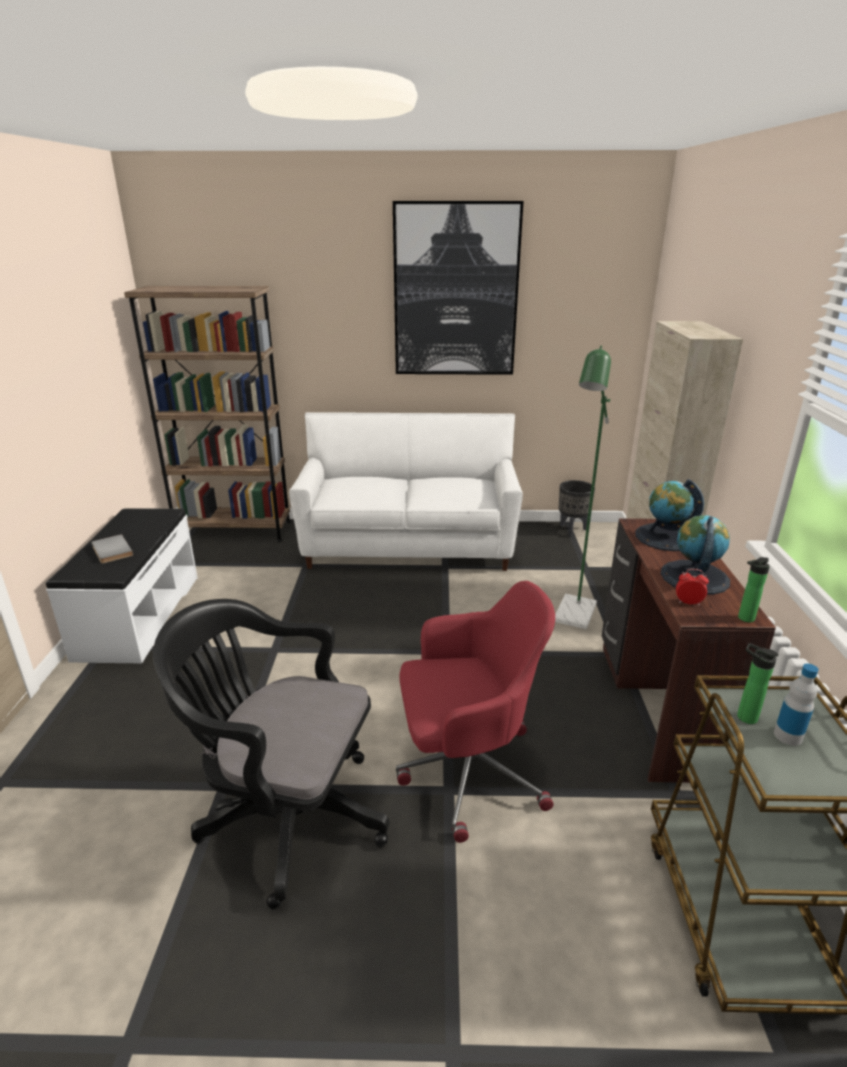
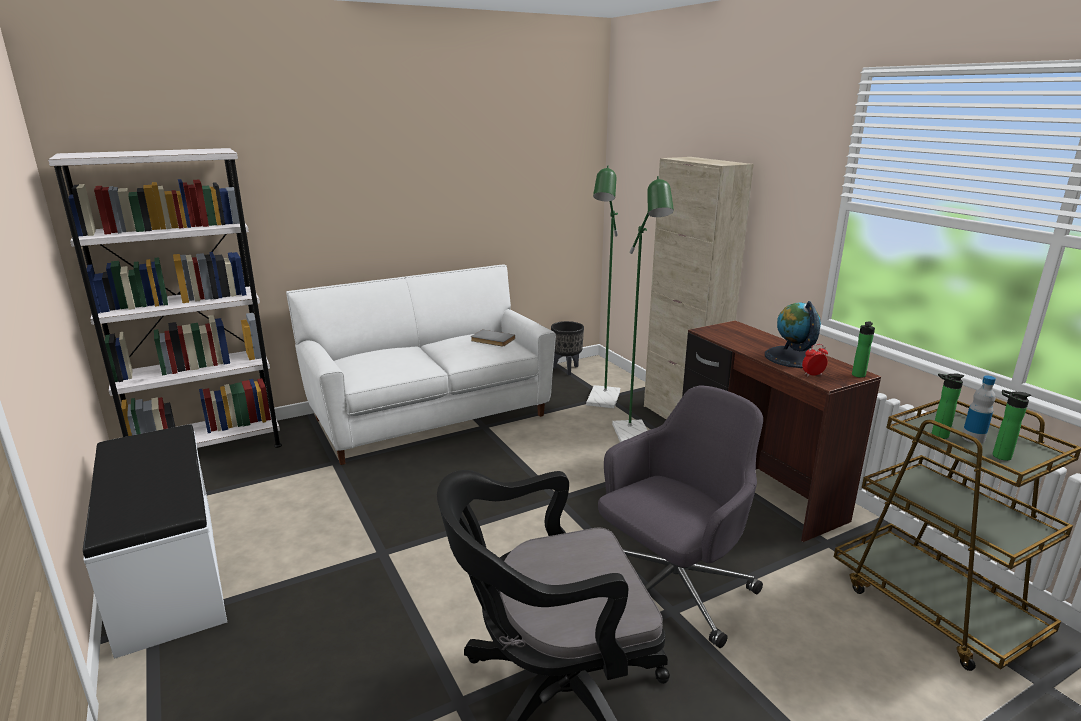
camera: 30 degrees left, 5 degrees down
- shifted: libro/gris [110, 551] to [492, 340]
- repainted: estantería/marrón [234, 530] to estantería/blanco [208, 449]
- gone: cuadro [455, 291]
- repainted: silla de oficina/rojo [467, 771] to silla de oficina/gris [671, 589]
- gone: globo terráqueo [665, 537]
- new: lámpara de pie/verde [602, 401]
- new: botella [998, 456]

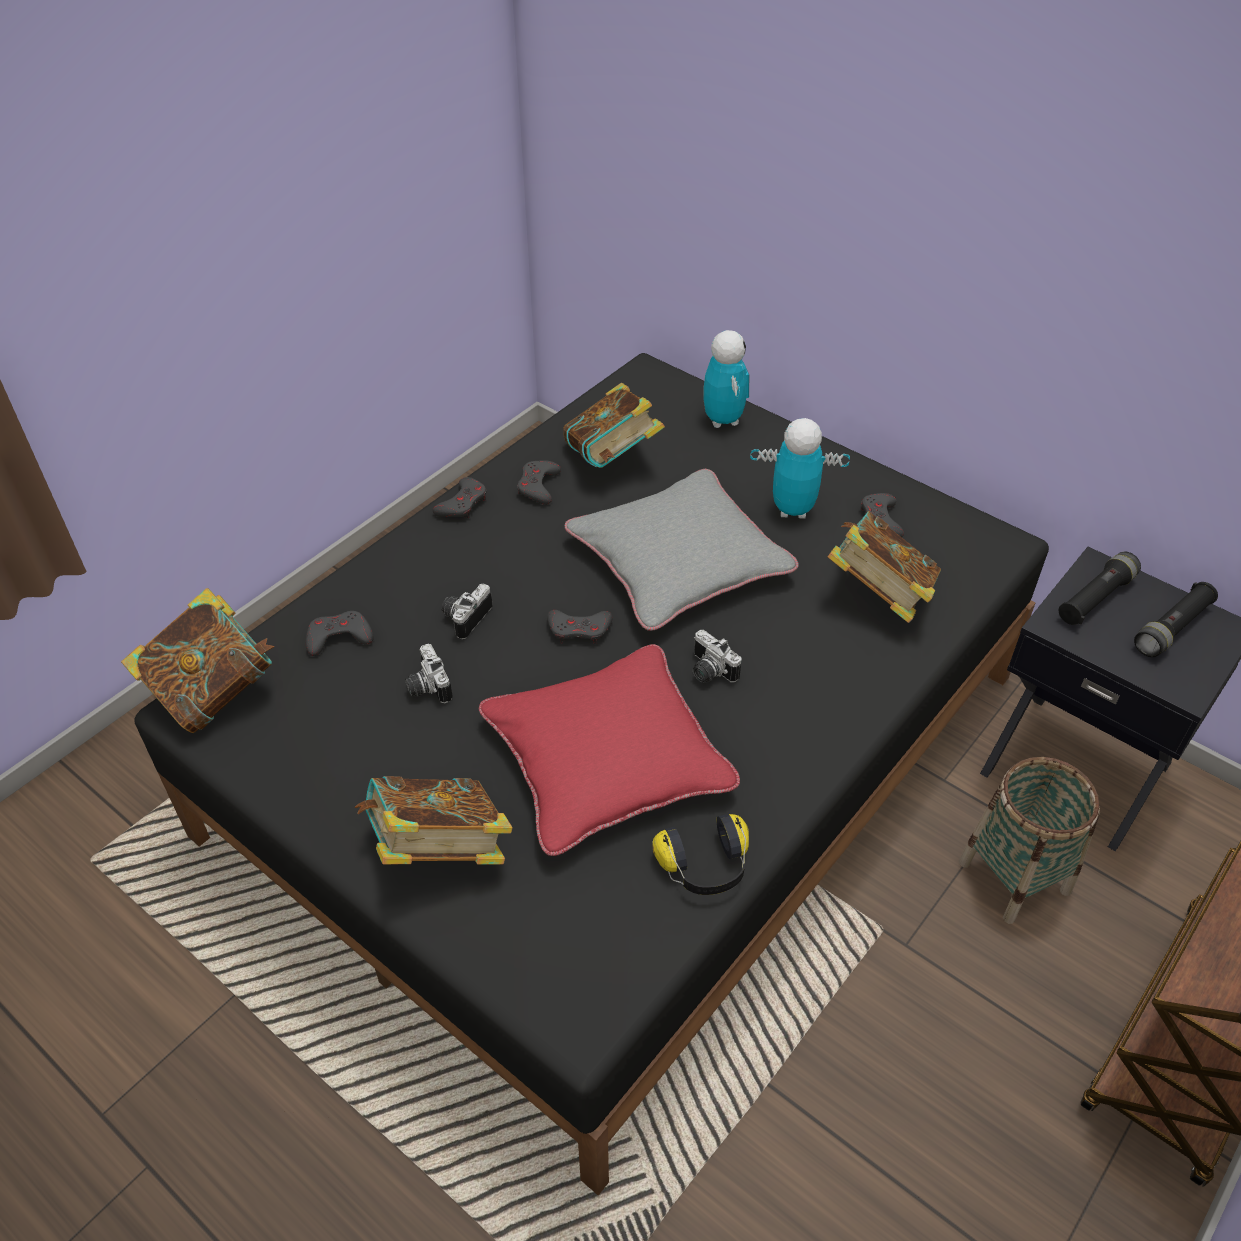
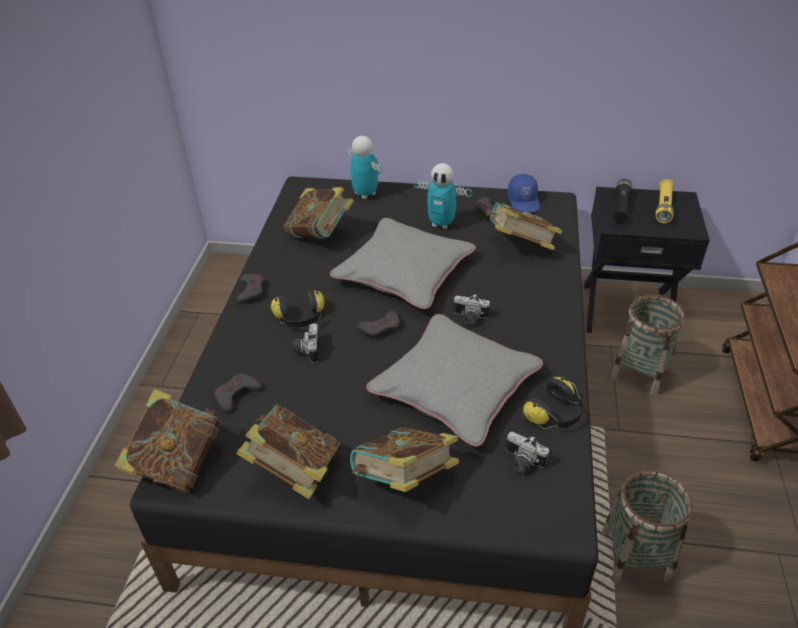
camera: 30 degrees left, 5 degrees down
- shifted: cámara [426, 686] to [522, 462]
- repainted: cojín/rojo [606, 758] to cojín/gris [455, 385]
- gone: mando de consola/gris [538, 486]
- rotated: robot de juguete [792, 510] = [441, 224] 135 degrees counterclockwise
- repainted: linterna/negro [1172, 628] to linterna/amarillo [663, 207]
- new: libro [294, 470]
- new: auriculares [300, 318]
- new: gorra/azul [524, 201]
- new: cesta [635, 556]

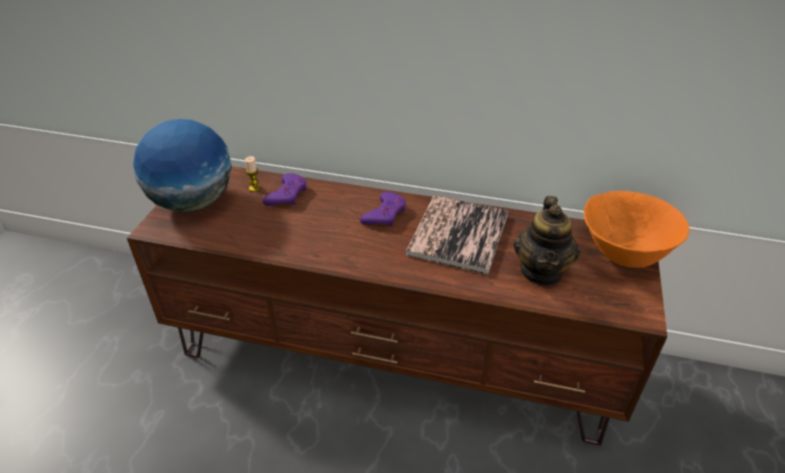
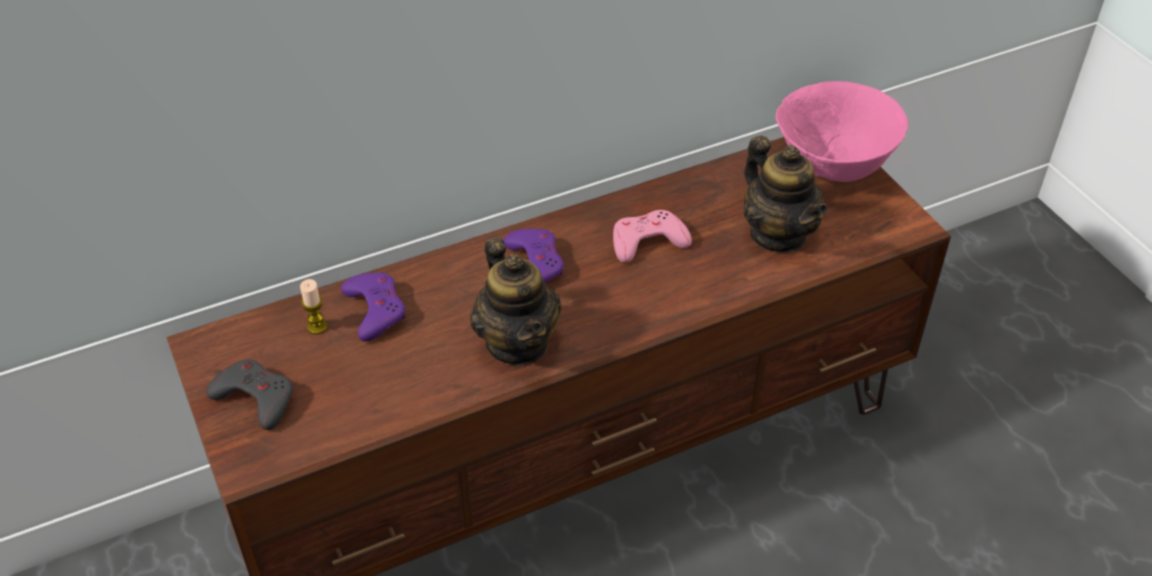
camera: 40 degrees left, 5 degrees up
- swapped: globo terráqueo [193, 202] to mando de consola/gris [255, 398]
- swapped: libro [458, 234] to mando de consola/rosa [647, 241]
- repainted: cuenco/naranja [623, 254] to cuenco/rosa [833, 167]
- new: tetera [518, 343]

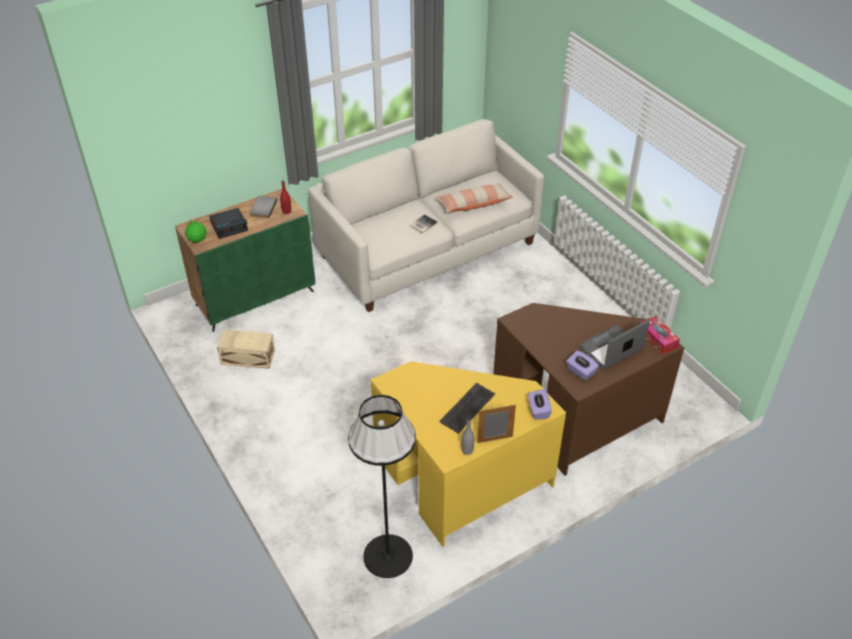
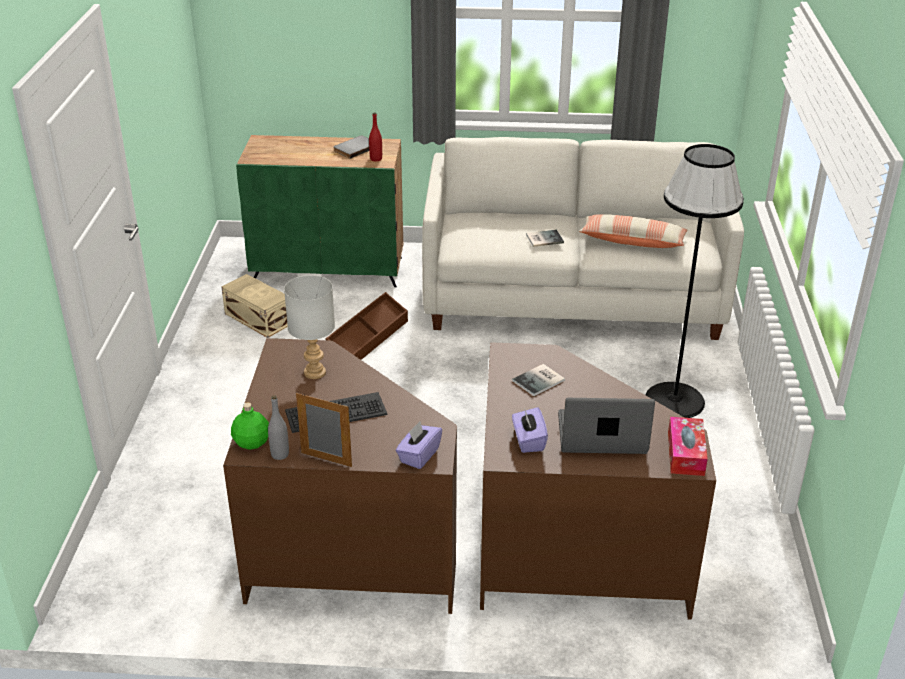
camera: 35 degrees right, 10 degrees down
- shifted: botella/verde [197, 239] to [252, 443]
- gone: despertador [229, 226]
- shifted: lámpara de pie/negro [388, 556] to [674, 400]
- repainted: escritorio/amarillo [461, 481] to escritorio/marrón [343, 547]
- new: lámpara de mesa/gris [314, 372]
- new: caja de almacenaje/marrón [367, 340]
- new: libro [540, 381]

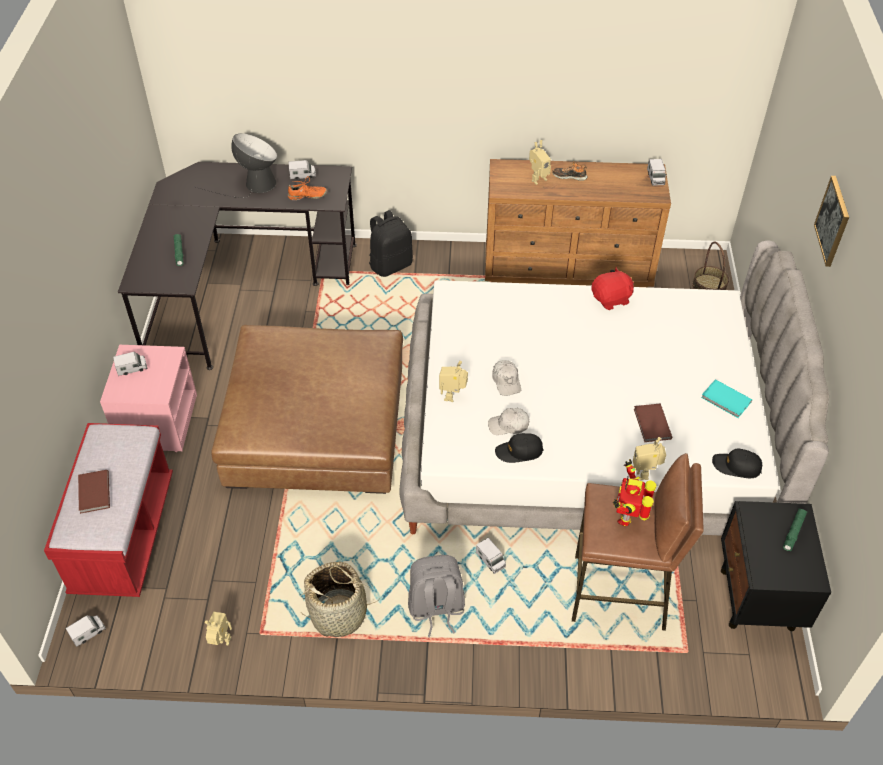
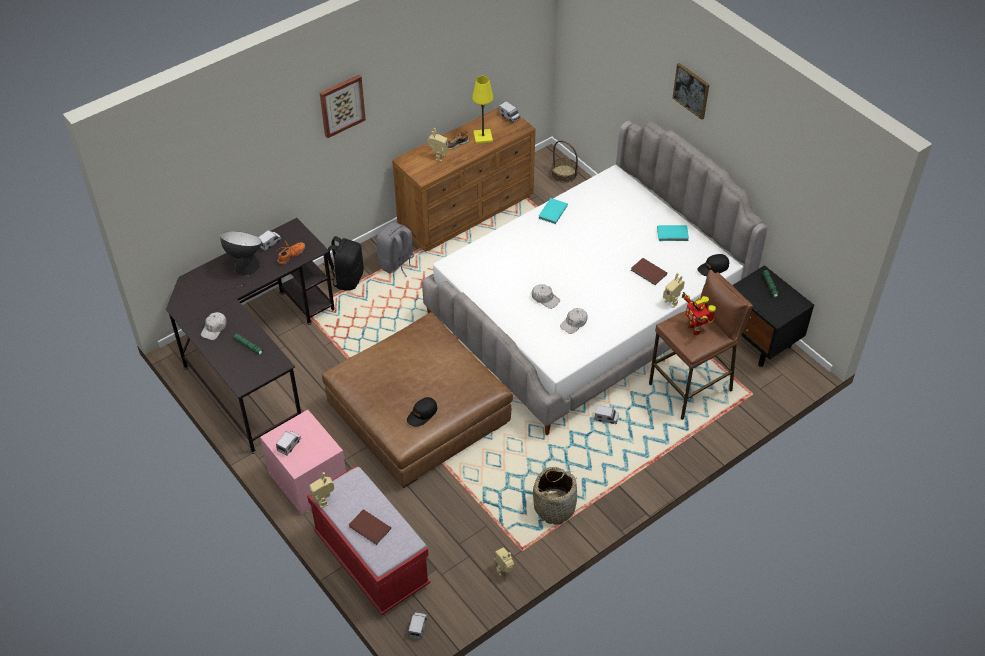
camera: 40 degrees left, 0 degrees up
- shifted: mochila/gris [436, 608] to [397, 264]
- shifted: robot de juguete [453, 396] to [324, 500]
- shifted: gorra/negro [519, 451] to [422, 414]
- swapped: peluche/rojo [611, 299] to libro/turquesa [552, 212]
- new: gorra/blanco [214, 328]
- new: cuadro [341, 105]
- new: lámpara de mesa/amarillo [483, 137]

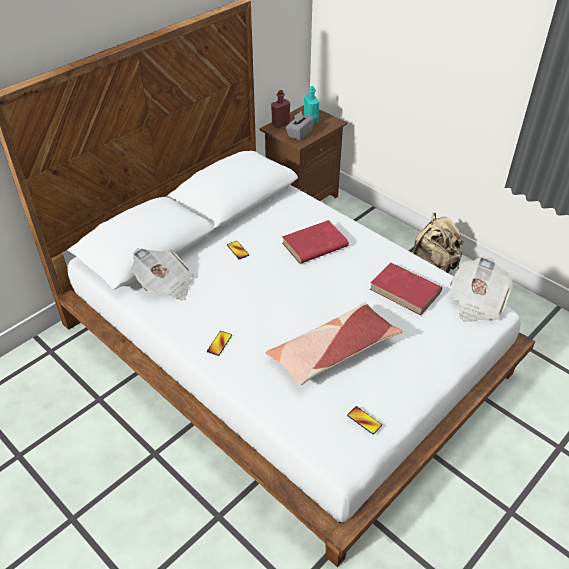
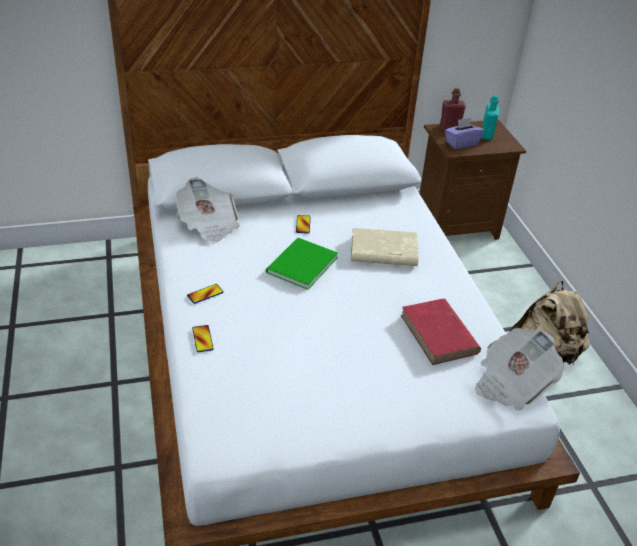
camera: 30 degrees right, 5 degrees down
- gone: cojín [333, 352]
- repainted: libro/rojo [314, 245] to libro/beis [383, 251]
- repainted: caja de pañuelos/gris [299, 134] to caja de pañuelos/morado [461, 143]
- shifted: móvil [364, 420] to [202, 339]
- new: libro/verde [299, 265]

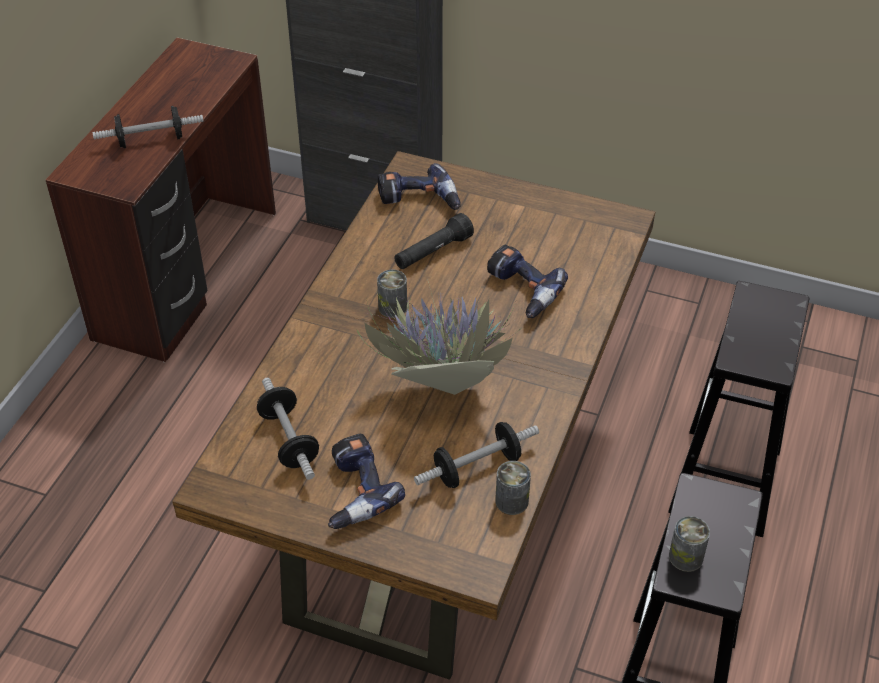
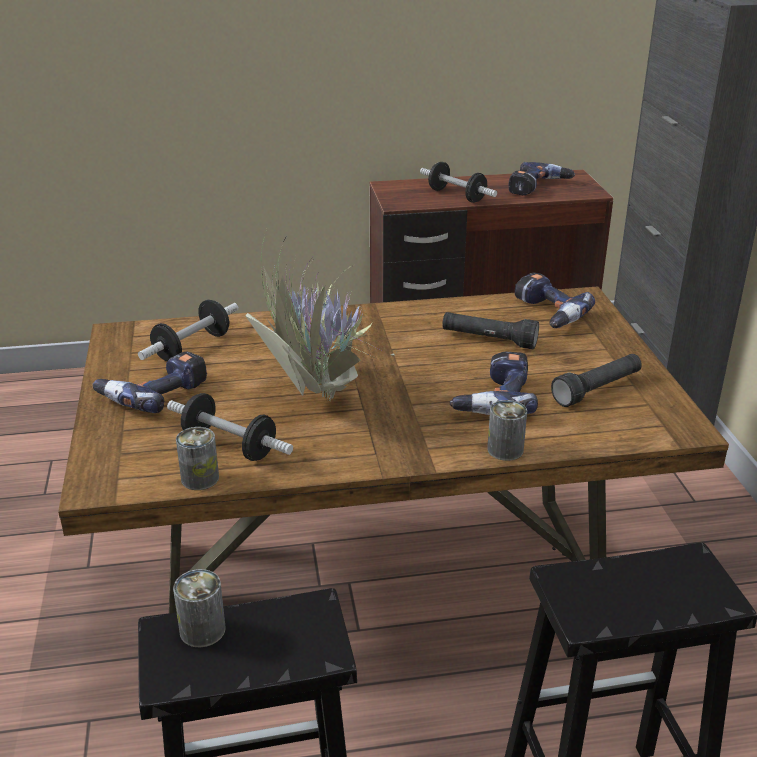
camera: 60 degrees right, 15 degrees down
- shifted: lata [392, 307] to [505, 450]
- new: taladro [538, 188]
- new: linterna/negro [597, 390]

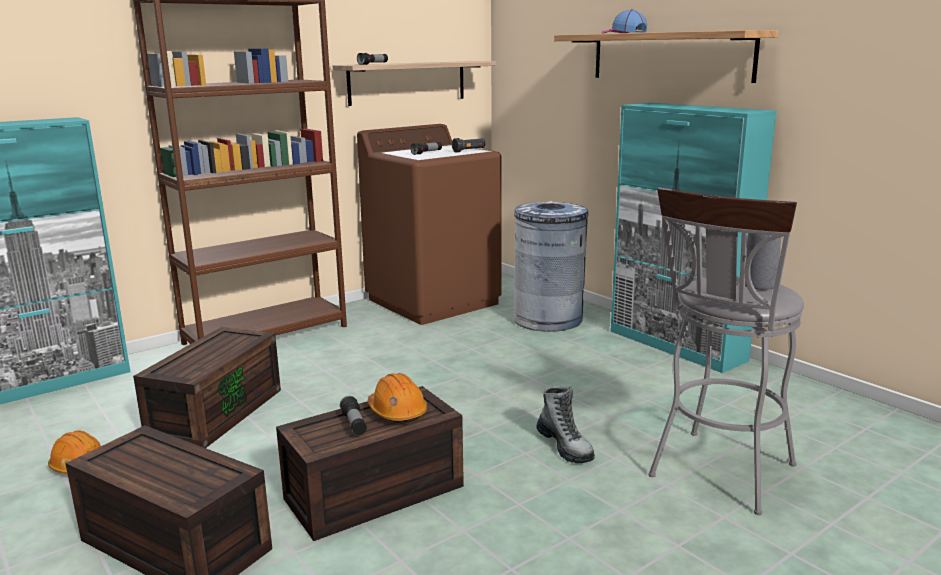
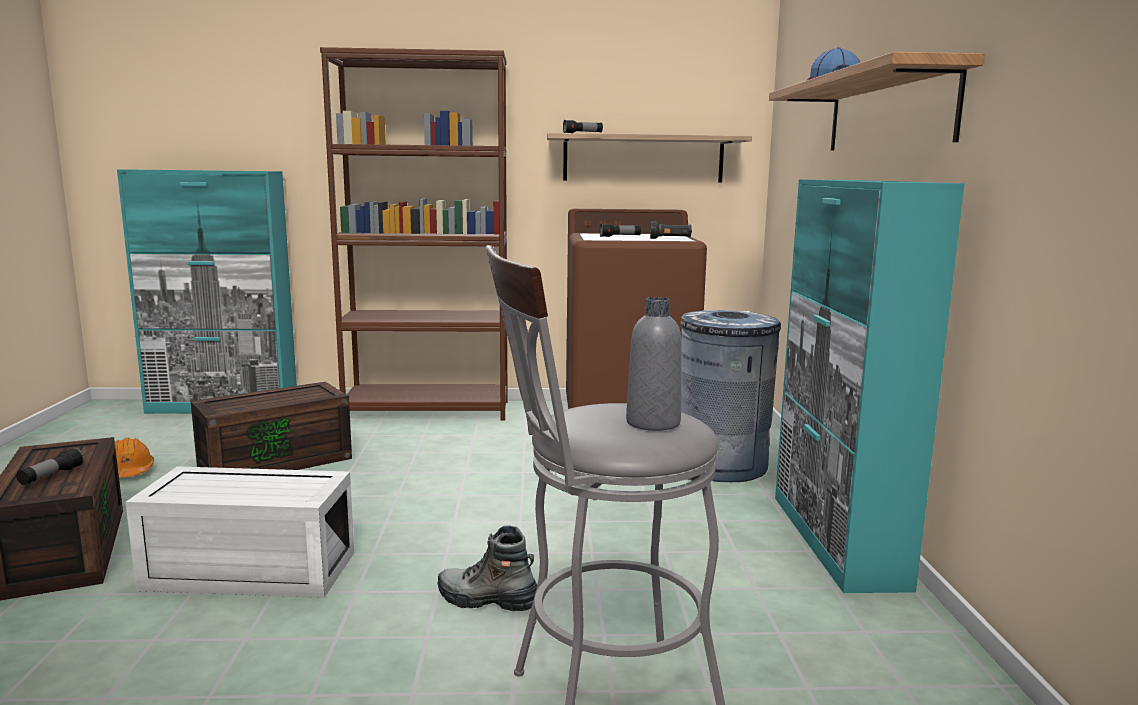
camera: 35 degrees right, 5 degrees down
- repainted: caja de almacenaje/marrón [373, 494] to caja de almacenaje/blanco [246, 572]
- shifted: linterna [354, 424] to [51, 476]
- gone: casco/naranja [397, 412]
- rotated: bota [565, 446] = [487, 601] 105 degrees clockwise

